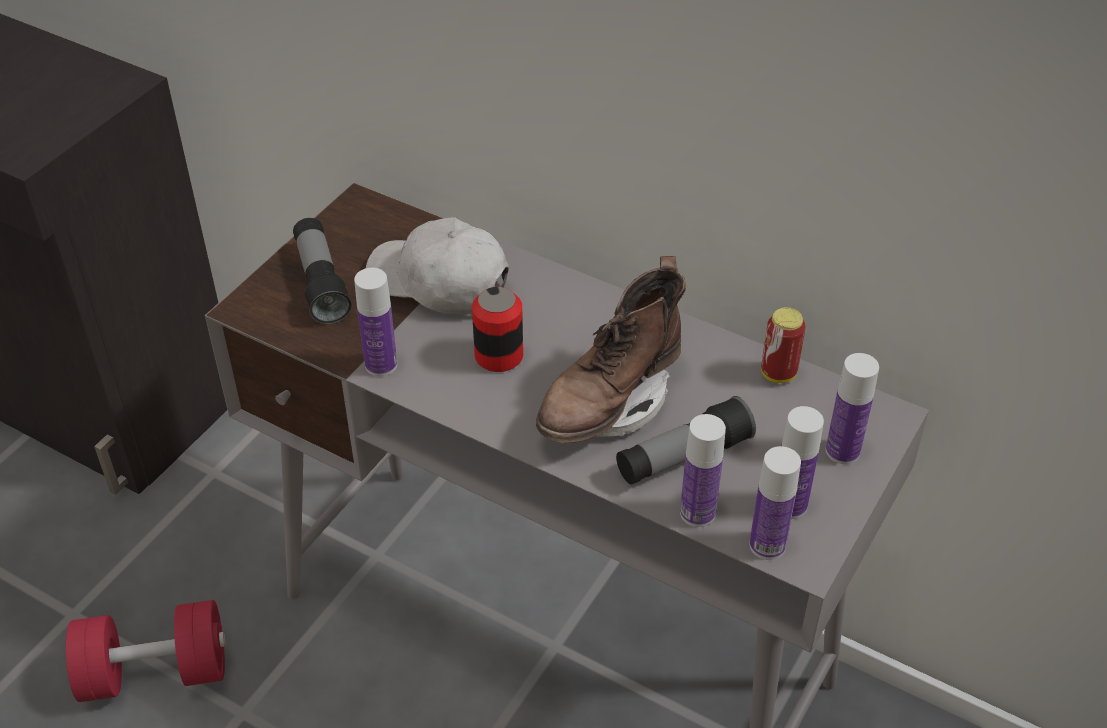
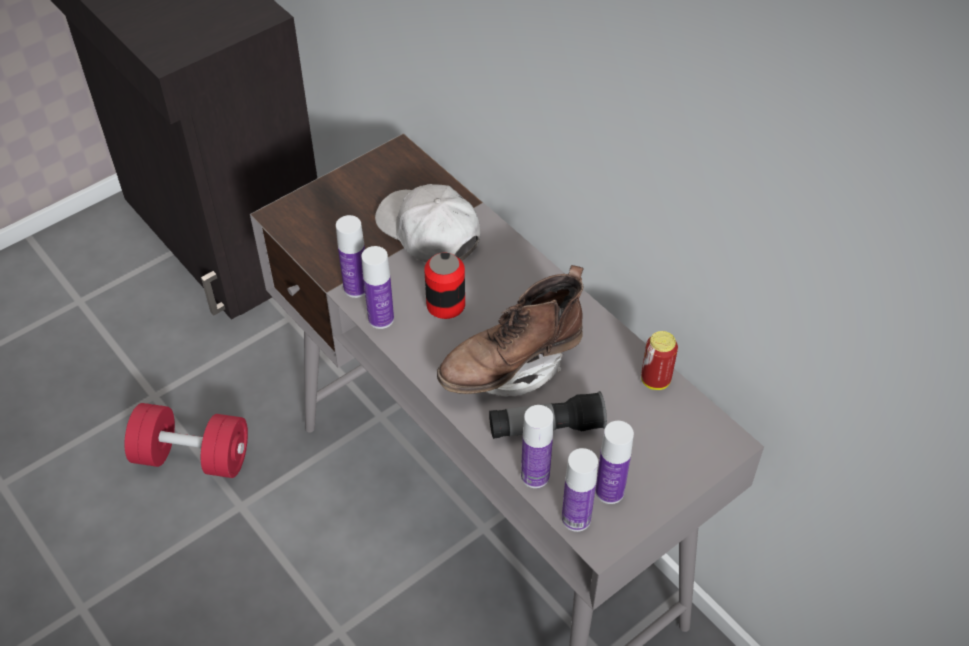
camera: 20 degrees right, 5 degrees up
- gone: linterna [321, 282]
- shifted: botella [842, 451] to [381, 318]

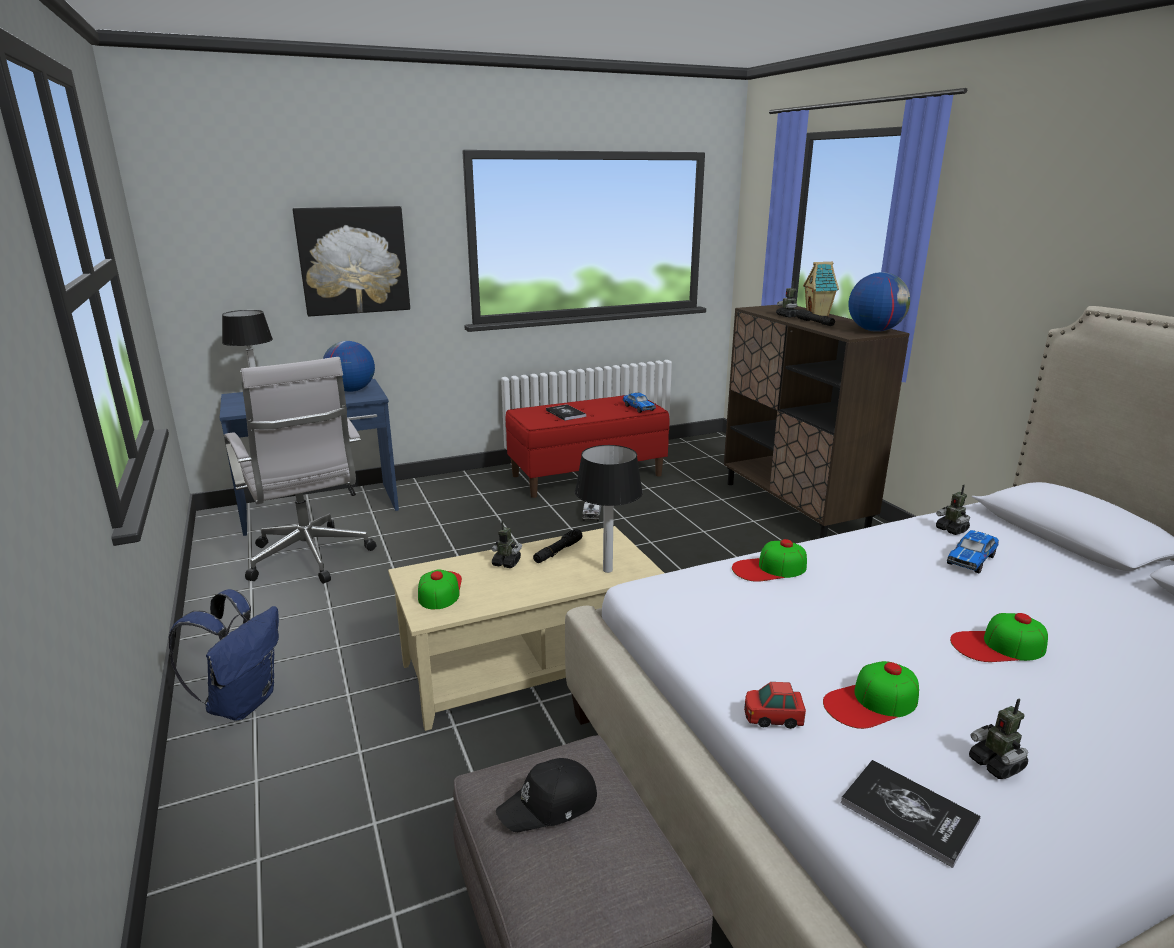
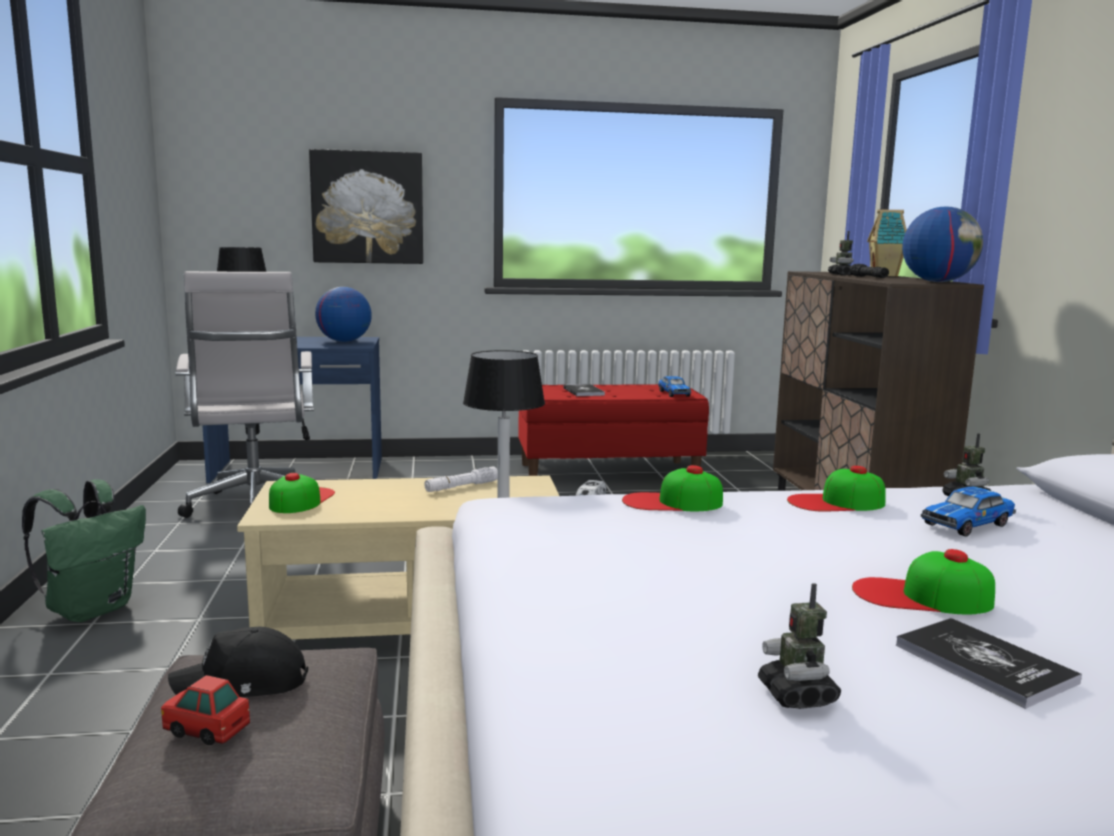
camera: 15 degrees right, 10 degrees down
- repainted: mochila/azul [242, 702] to mochila/verde [92, 609]
- gone: robot de juguete [506, 563]
- repainted: linterna/negro [558, 551] to linterna/blanco [461, 487]
- shifted: coche de juguete [772, 717] to [205, 729]
- shifted: gorra [871, 702] to [836, 502]
- shifted: libro [908, 812] to [984, 664]

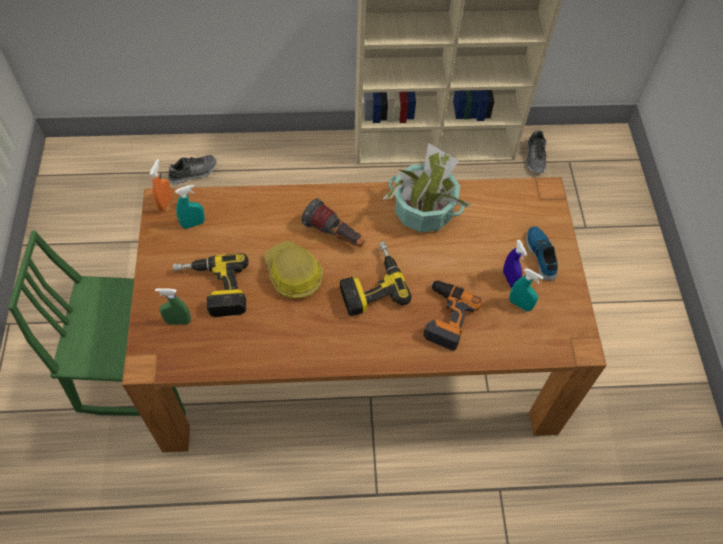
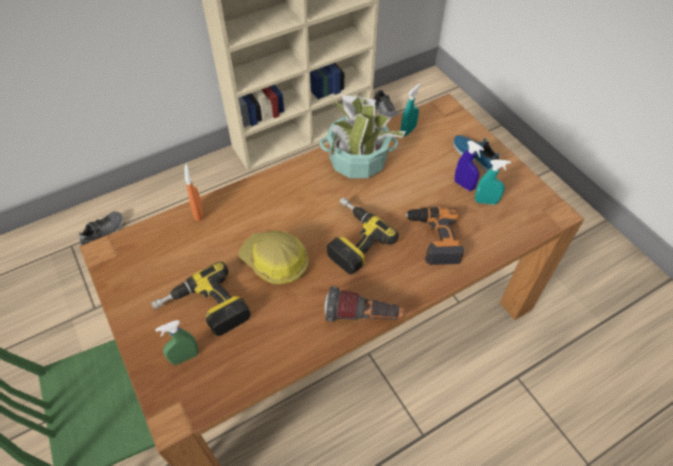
camera: 25 degrees left, 5 degrees down
- shifted: pulverizador/naranja [165, 203] to [199, 213]
- shifted: pulverizador/turquesa [193, 224] to [408, 131]
- shifted: linterna [335, 235] to [363, 317]

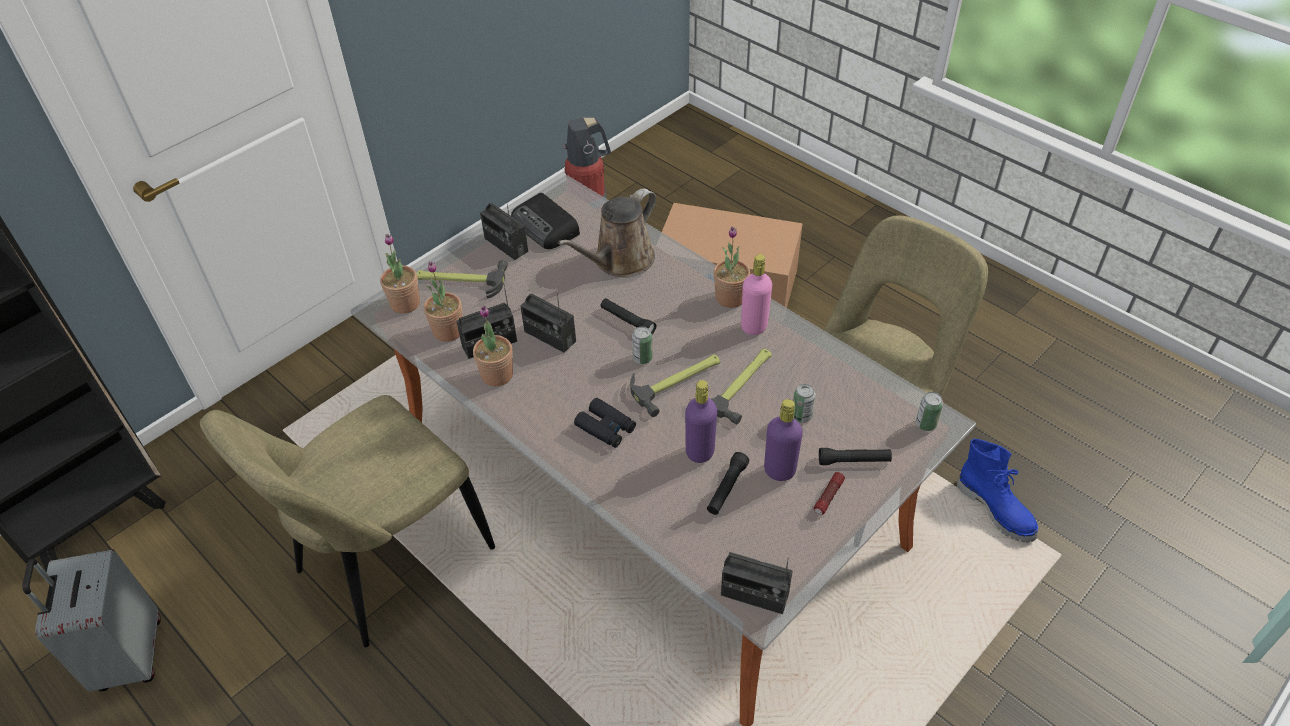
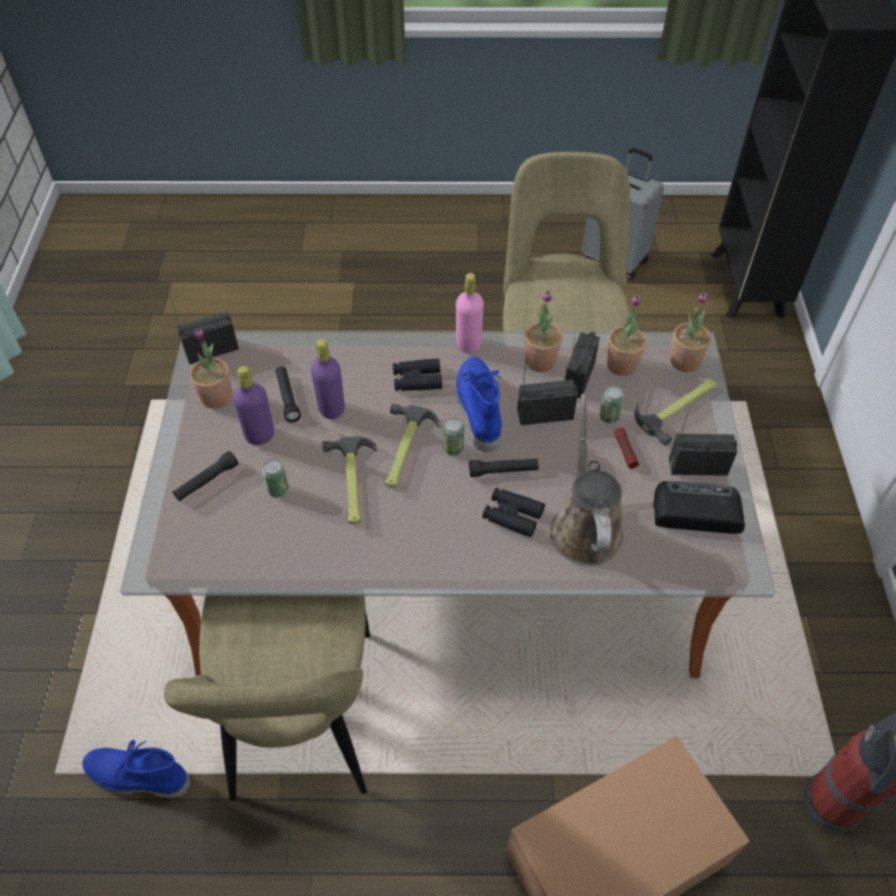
camera: 135 degrees right, 5 degrees up
- shifted: planta en maceta [730, 297] to [216, 397]
- shifted: botella/rosa [754, 326] to [468, 344]
- shifted: linterna [828, 497] to [625, 451]
- shifted: lata [925, 424] to [608, 417]
- new: bota/azul [477, 410]
- new: prismáticos/negro [512, 516]

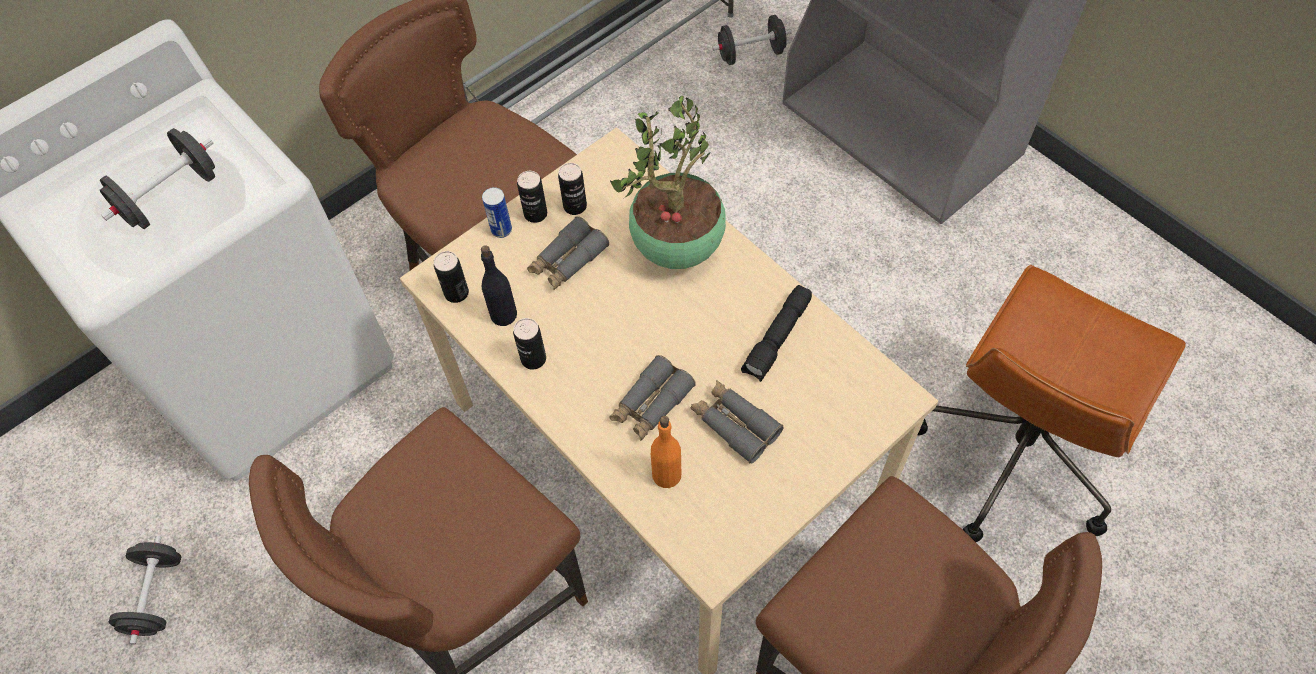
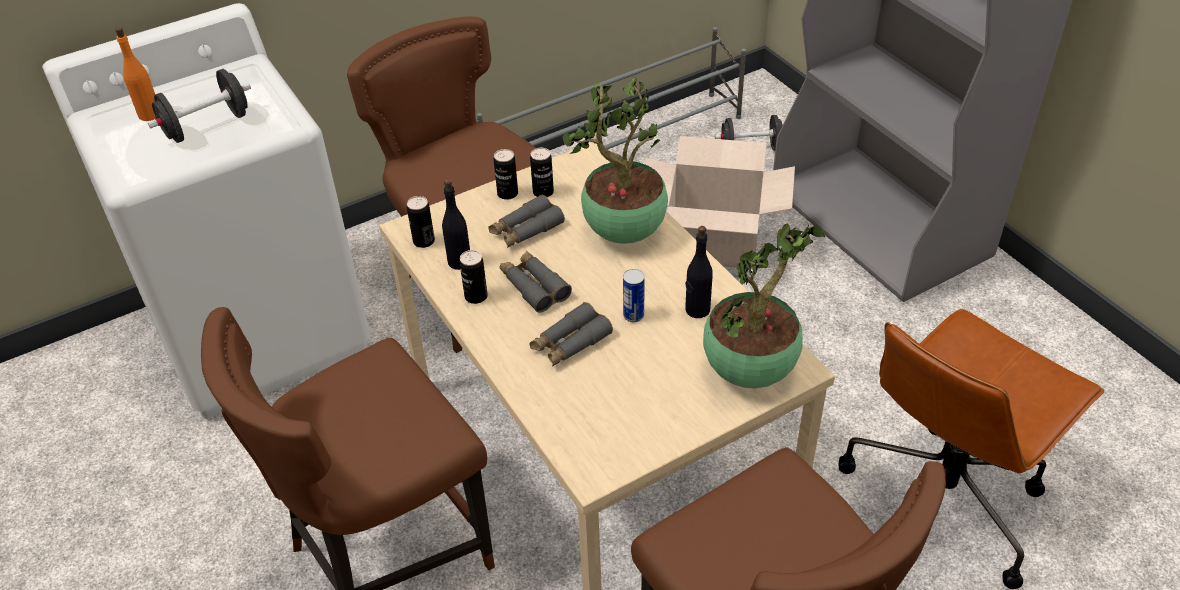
camera: 10 degrees right, 15 degrees down
- gone: mancuerna/negro [156, 596]
- shifted: lata [501, 230] to [633, 315]
- shifted: botella/naranja [666, 474] to [149, 114]
- shifted: prismáticos/gris [734, 424] to [534, 286]
- swapped: linterna/negro [778, 339] to botella/negro [697, 310]
- new: caja de cartón [713, 242]
- new: planta en maceta [750, 370]

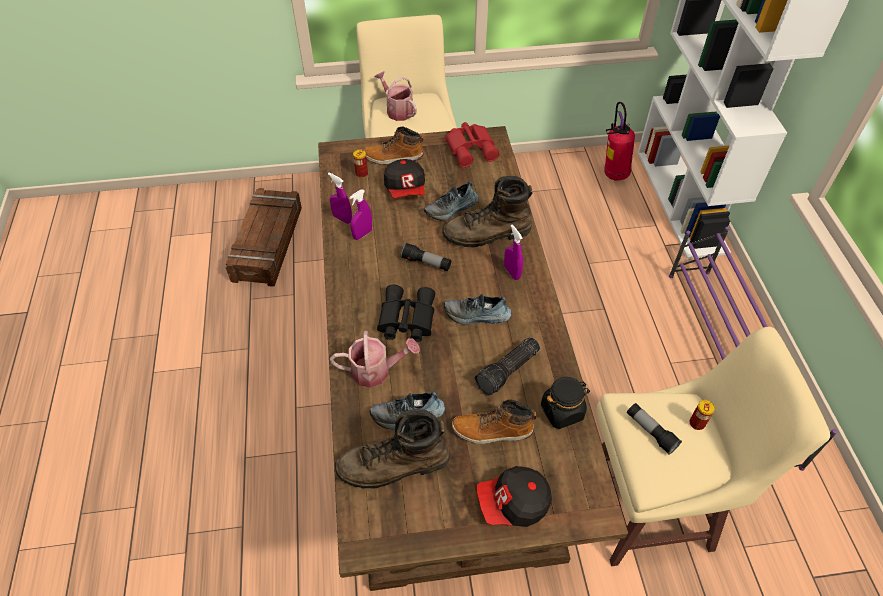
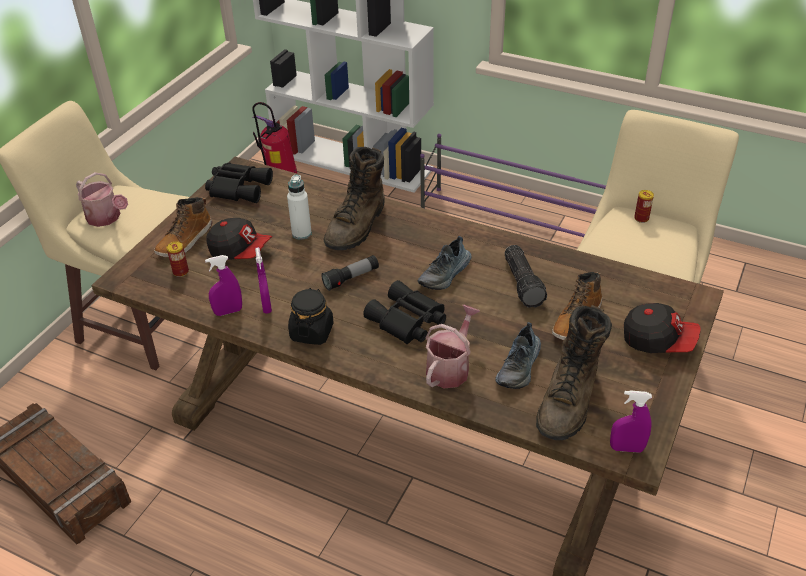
camera: 55 degrees left, 10 degrees down
- rotated: regadera [397, 110] = [106, 218] 135 degrees counterclockwise
- swapped: zapato [451, 209] to botella/blanco [301, 233]
- repainted: prismáticos/rojo [472, 148] to prismáticos/negro [239, 187]
- rotated: gorra [513, 504] = [658, 340] 90 degrees counterclockwise
- shifted: pulverizador/morado [512, 272] to [626, 448]
- shifted: tarro/negro [562, 411] to [312, 332]
- gone: linterna [650, 432]

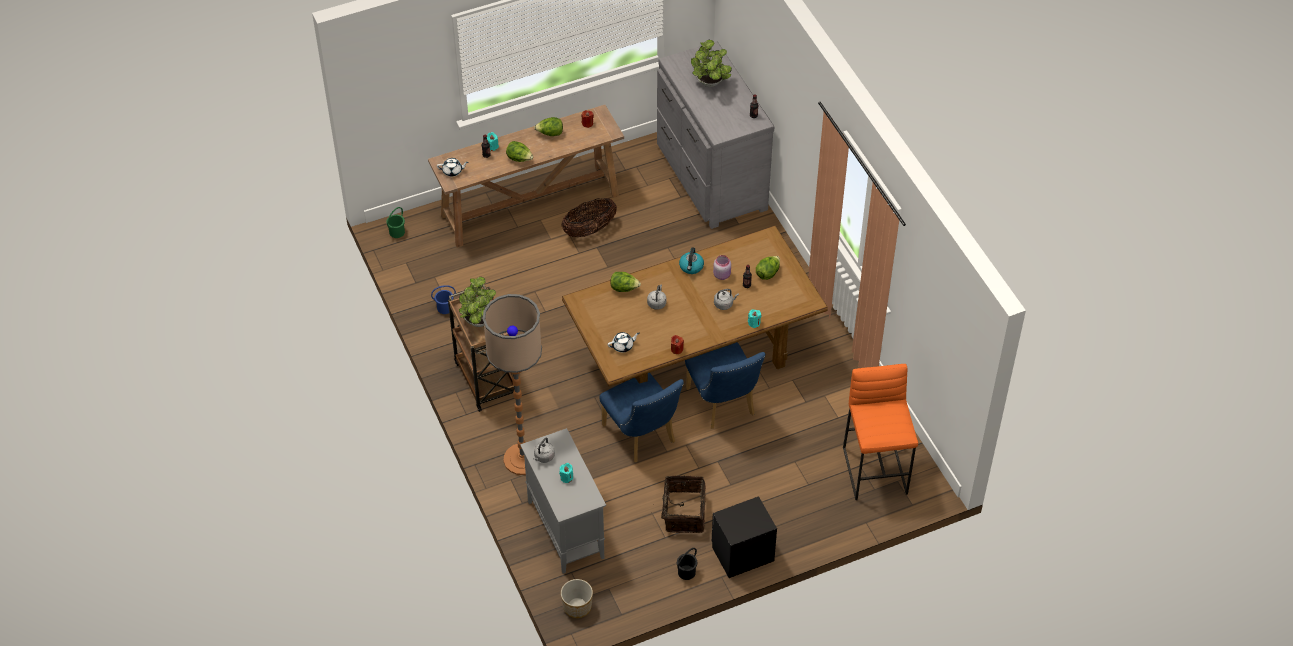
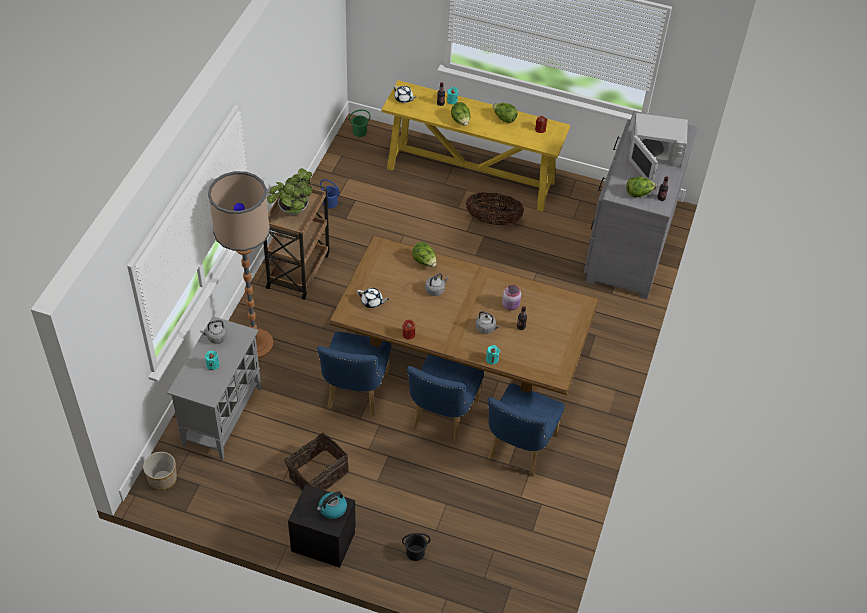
camera: 40 degrees right, 0 degrees up
- repainted: mesa consola/marrón [531, 205] to mesa consola/amarillo [471, 176]
- shifted: cubo/negro [687, 572] to [415, 553]
- shifted: hervidor [691, 267] to [332, 509]
- swapped: planta en maceta [710, 83] to microondas/blanco [654, 153]
- shifted: lechuga [767, 273] to [638, 193]
- gone: taburete/naranja [876, 470]
- new: silla/azul [518, 449]

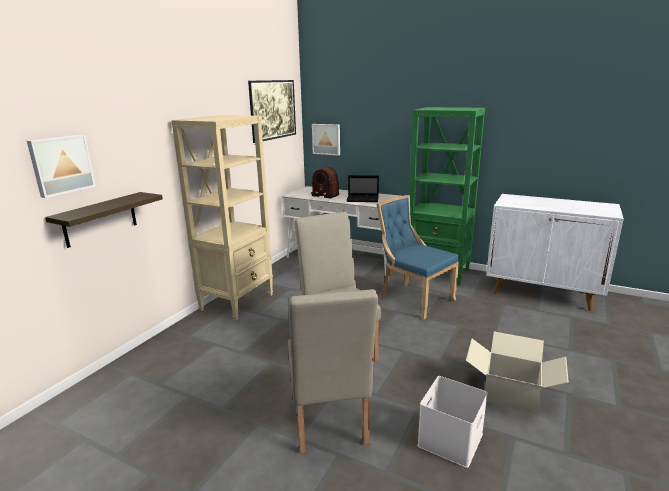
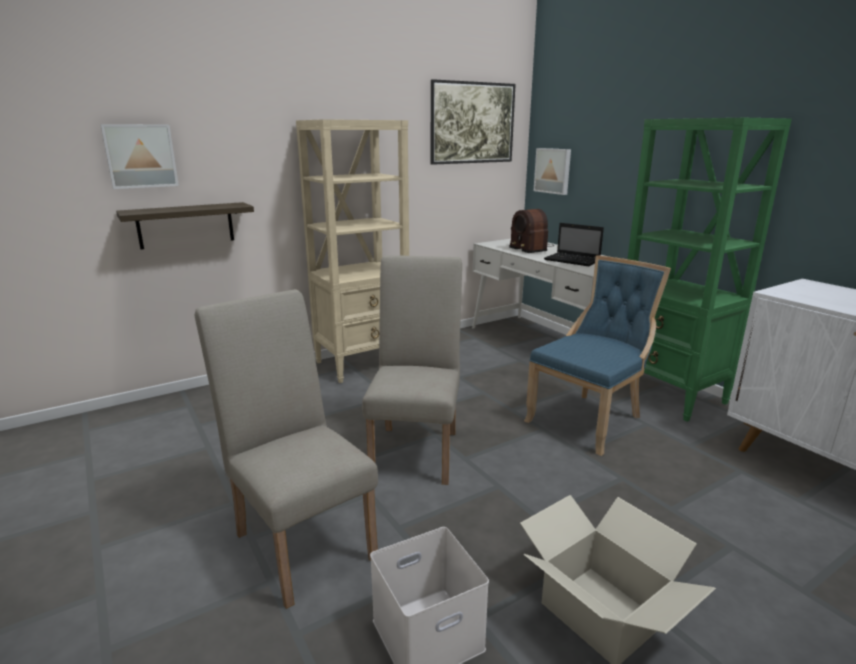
camera: 30 degrees right, 0 degrees up
- rotated: silla/beis [329, 424] = [301, 539] 120 degrees clockwise
- rotated: silla/azul [413, 298] = [589, 419] 60 degrees clockwise

